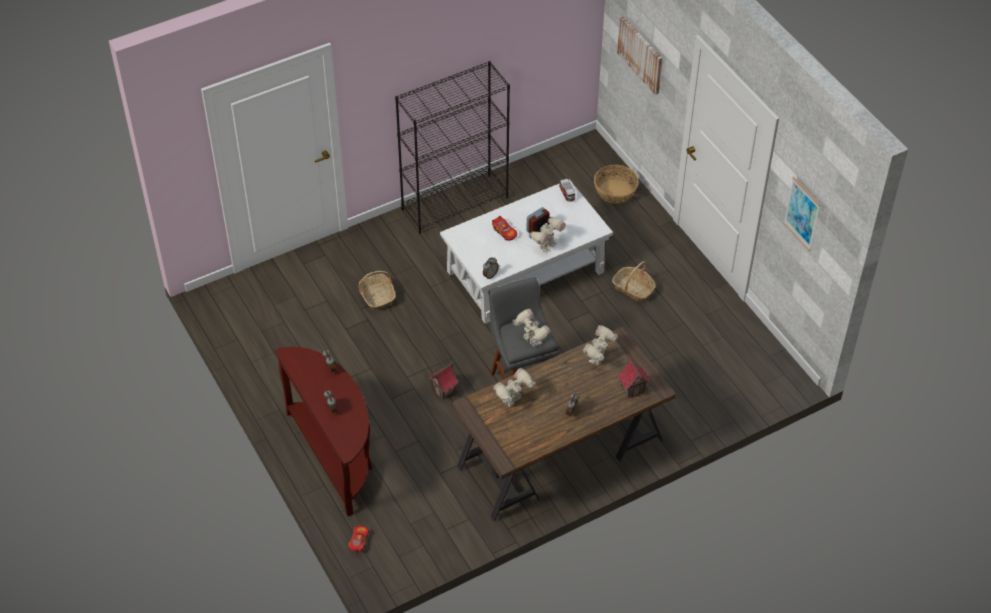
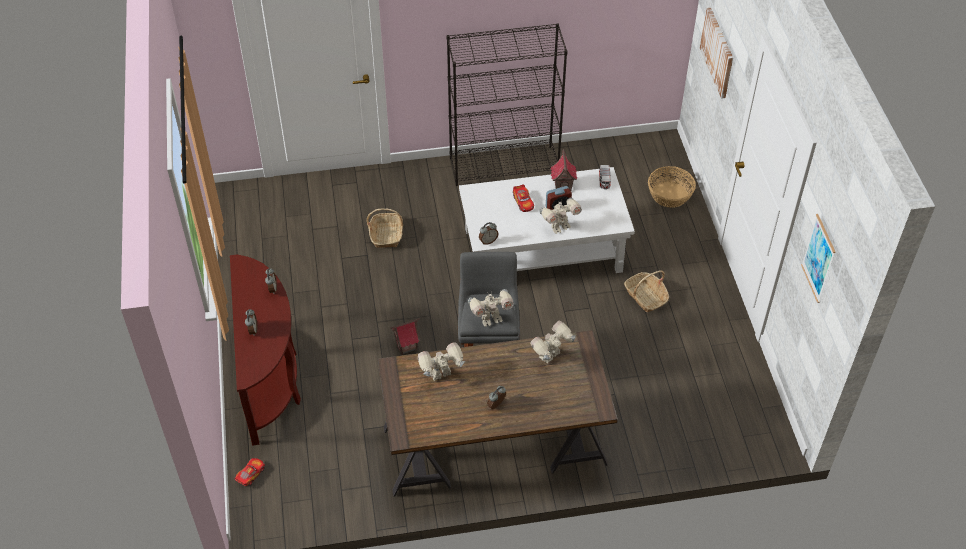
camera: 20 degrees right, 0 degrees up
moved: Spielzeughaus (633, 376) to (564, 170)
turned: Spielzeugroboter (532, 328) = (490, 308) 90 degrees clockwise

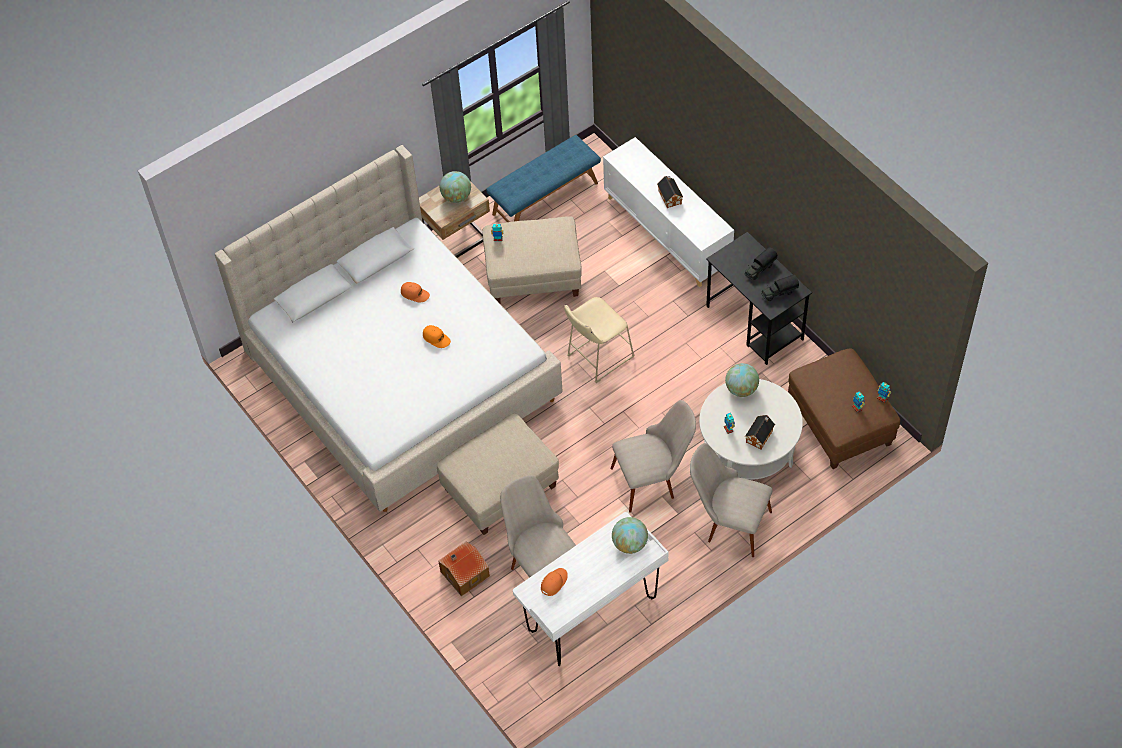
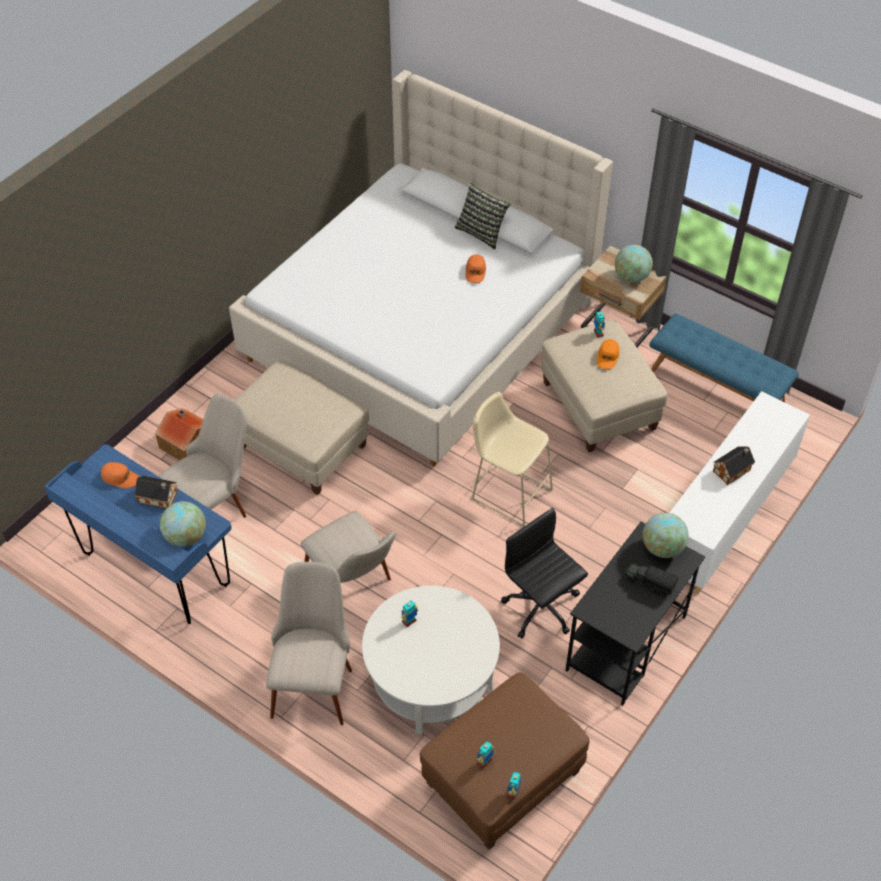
camera: 70 degrees right, 5 degrees down
removed: Spielzeuglaster (780, 287)
added: Kissen (483, 216); Bürostuhl (schwarz) (544, 573)
moved: Kappe (orange) (437, 336) to (608, 354); Globus (742, 380) to (666, 535); Spielzeughaus (760, 432) to (155, 492)
recoloured: Schreibtisch (weiß) (591, 589) to Schreibtisch (blau) (138, 534)

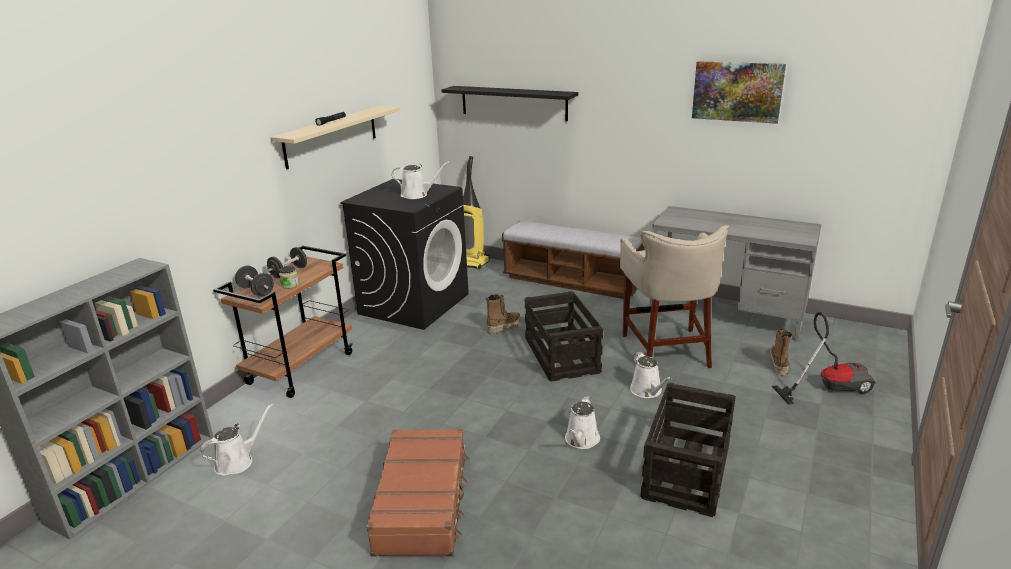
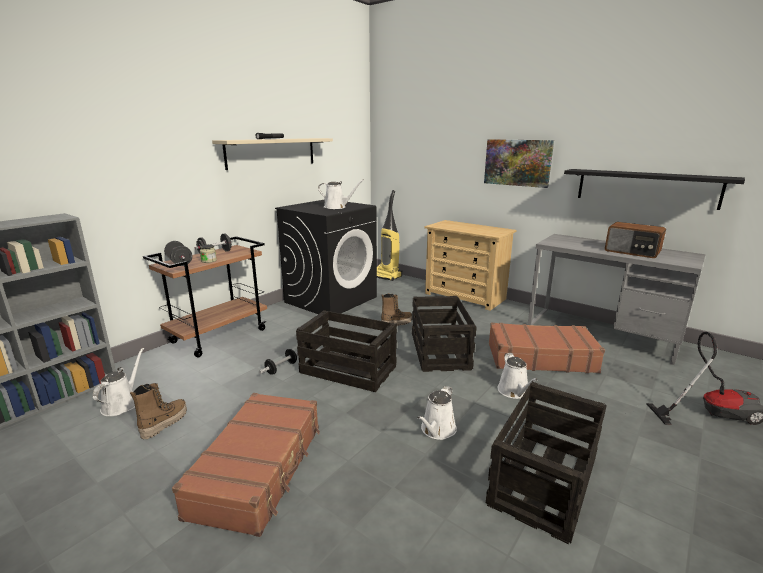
camera: 10 degrees right, 5 degrees down
added: Radio (635, 240); Kiste (346, 351); Hantel (278, 362)
moved: Bild (739, 92) to (519, 163); Wandregal (schwarz) (509, 103) to (654, 189); Stiefel (781, 352) to (158, 411)
replaced: Bank (573, 260) to Kommode (beige) (471, 265); Hocker (beige) (674, 296) to Koffer (braun) (547, 348)
turned: Gießkanne (weiß) (236, 439) = (118, 382) 45 degrees counterclockwise

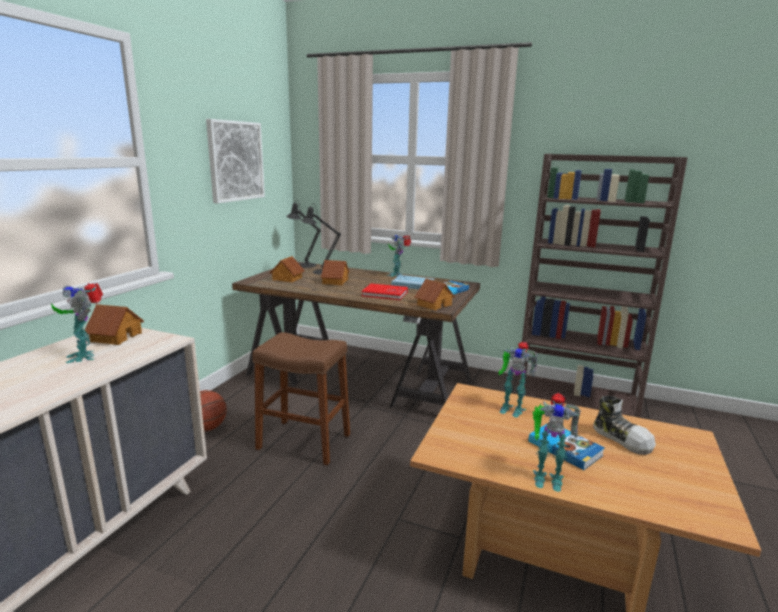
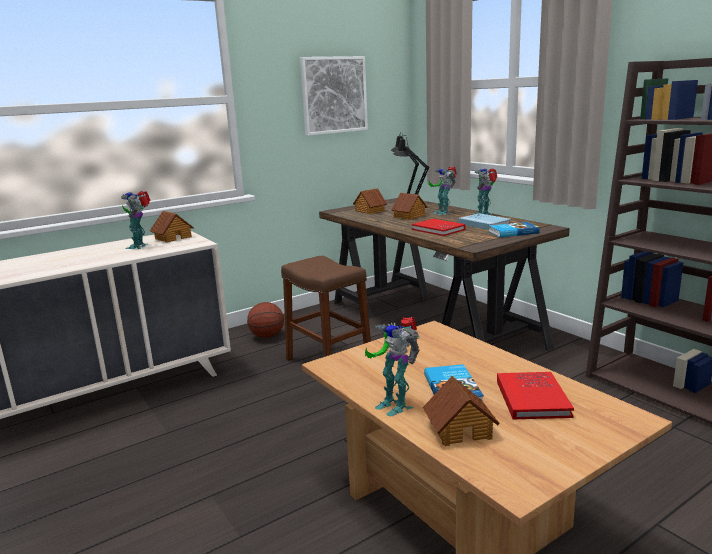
camera: 35 degrees right, 0 degrees up
moved: Spielzeughaus (434, 295) to (461, 411); Spielzeugroboter (518, 379) to (443, 191)
replaced: Schuh (625, 425) to Buch (rot) (535, 395)

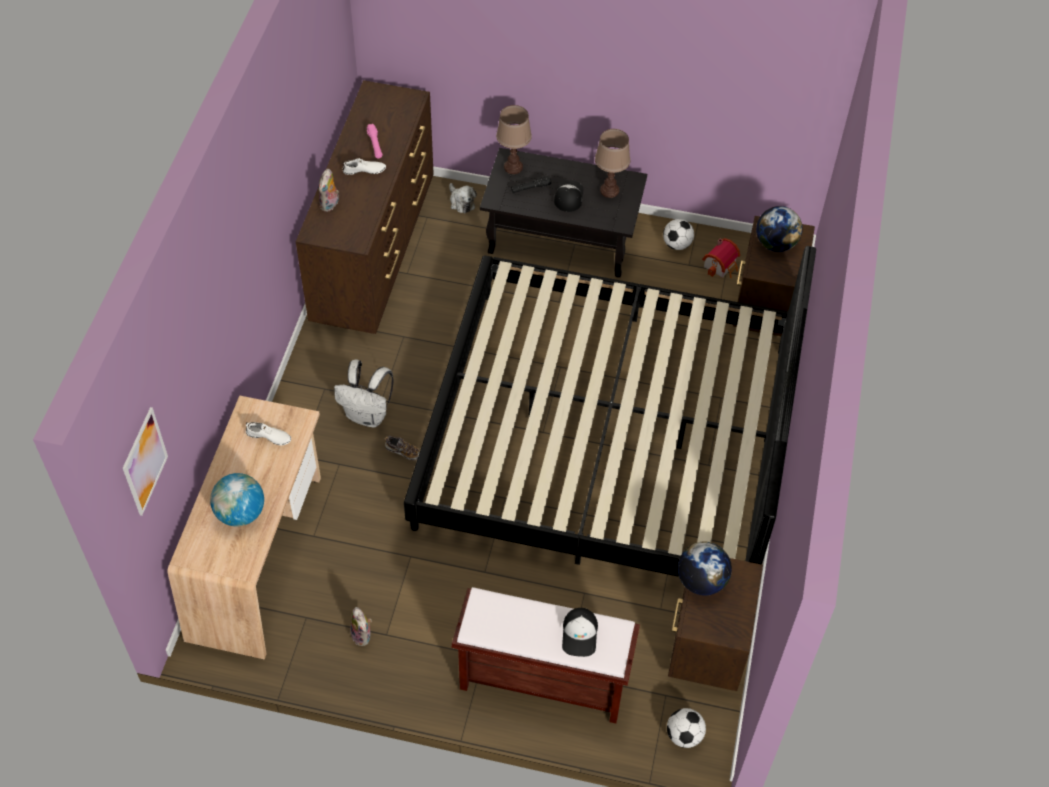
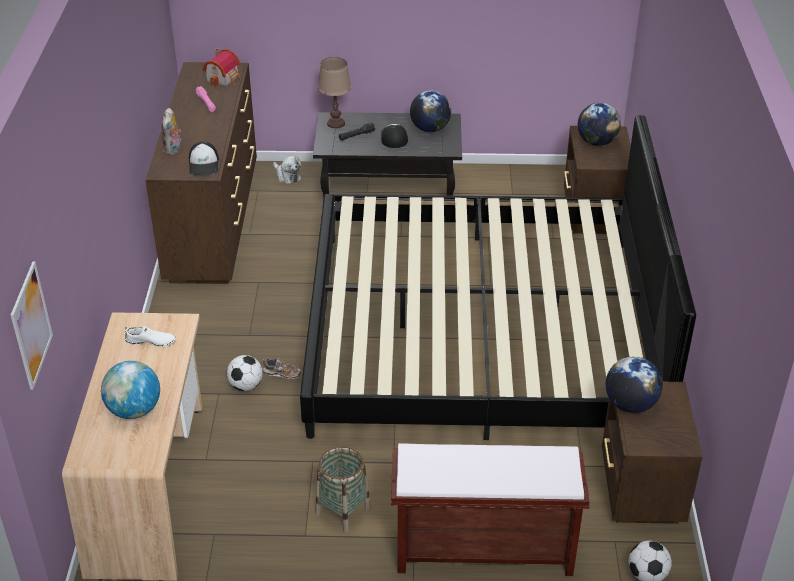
camera: 10 degrees left, 15 degrees down
removed: Schuh (weiß) (364, 166); Rucksack (weiß) (364, 394); Plüschtier (361, 626)
added: Korb (343, 489)
moved: Fußball (678, 234) to (245, 373); Spielzeughaus (721, 258) to (222, 67); Kappe (580, 632) to (204, 158)
replaced: Tischlampe (braun) (612, 163) to Globus (430, 111)

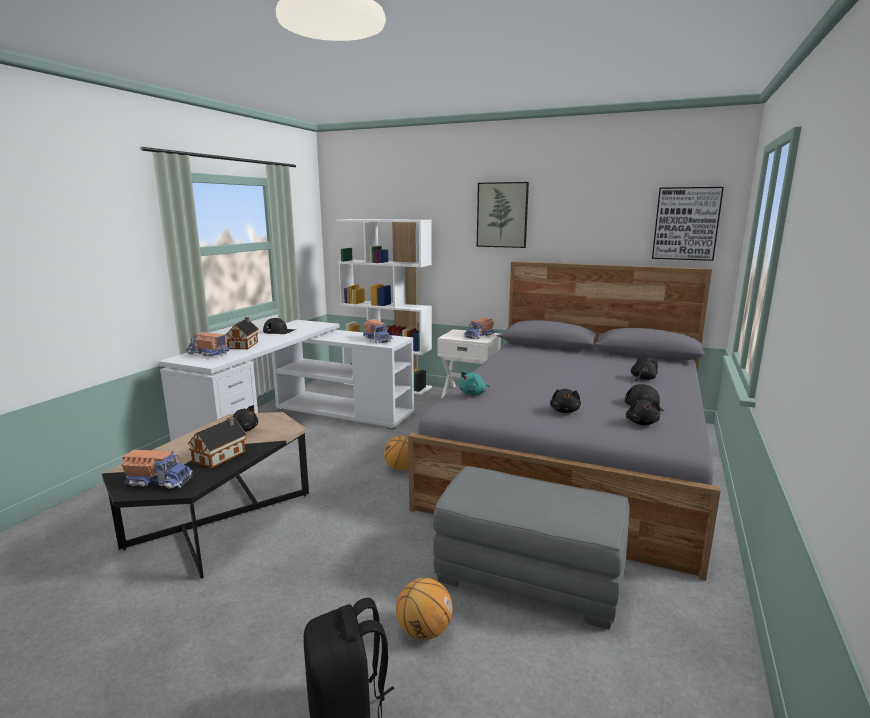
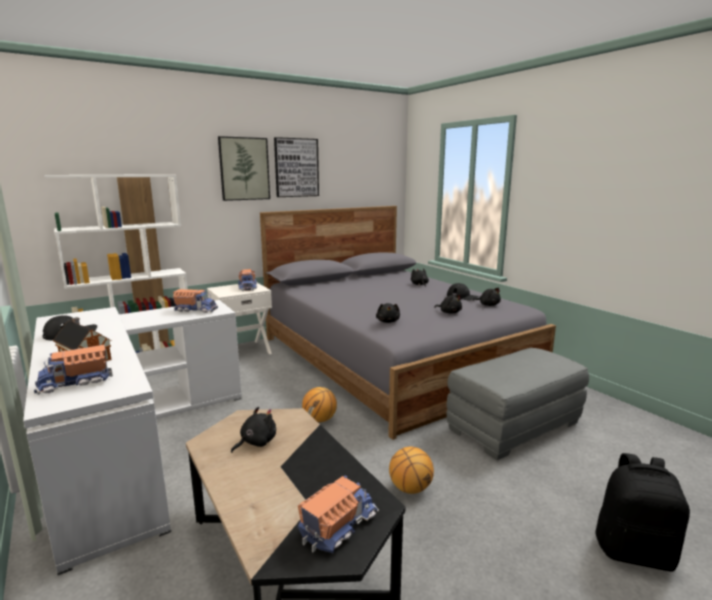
camera: 55 degrees left, 0 degrees up
removed: Spielzeughaus (217, 442)
moved: Bild (688, 224) to (296, 167); Basketball (424, 609) to (411, 470)
recoloured: Plüschtier (türkis) (474, 382) to Plüschtier (schwarz) (388, 313)

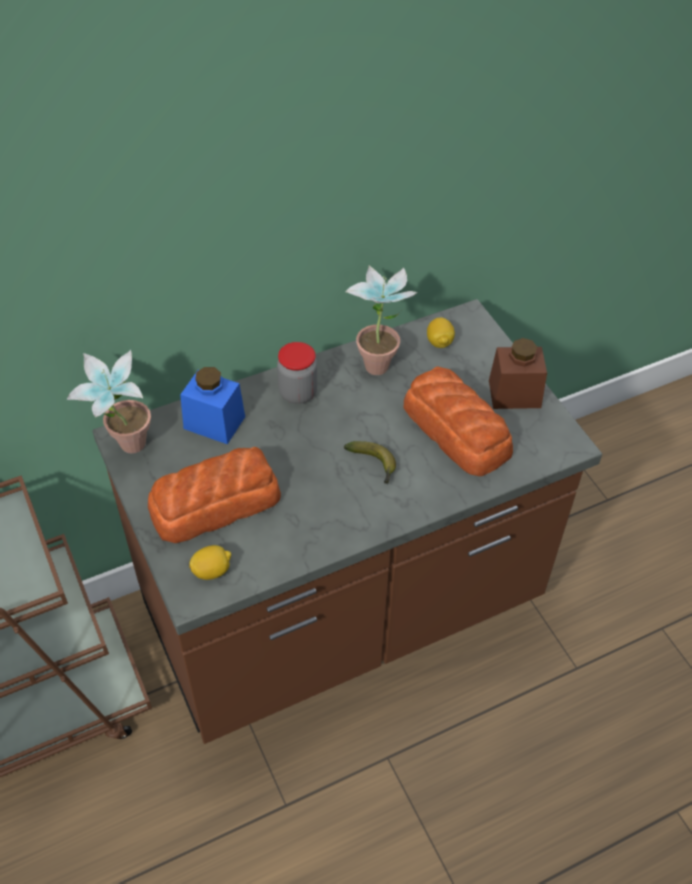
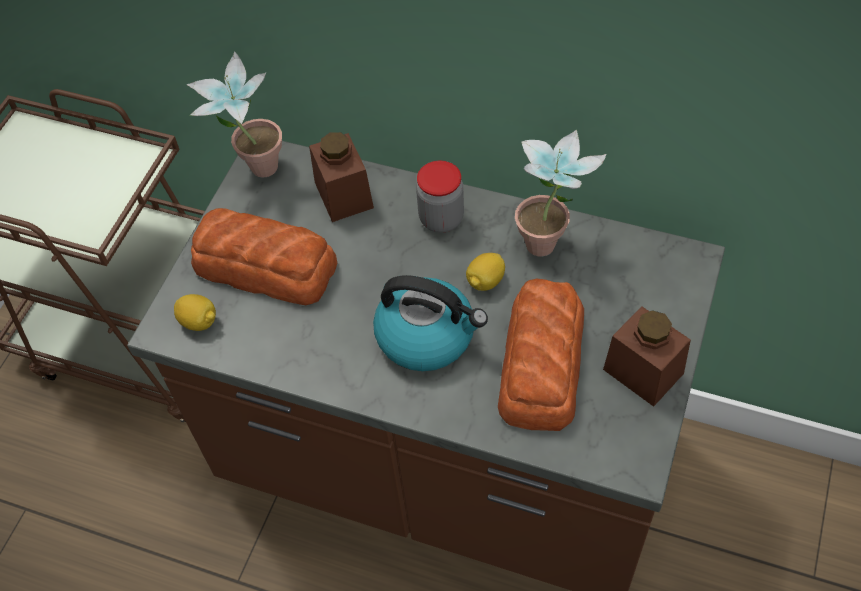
camera: 50 degrees right, 5 degrees up
moved: Zitrone (441, 332) to (485, 272)
replaced: Banane (370, 462) to Wasserkessel (430, 323)
recoloured: Vorratsglas (blau) (212, 405) to Vorratsglas (braun) (341, 177)

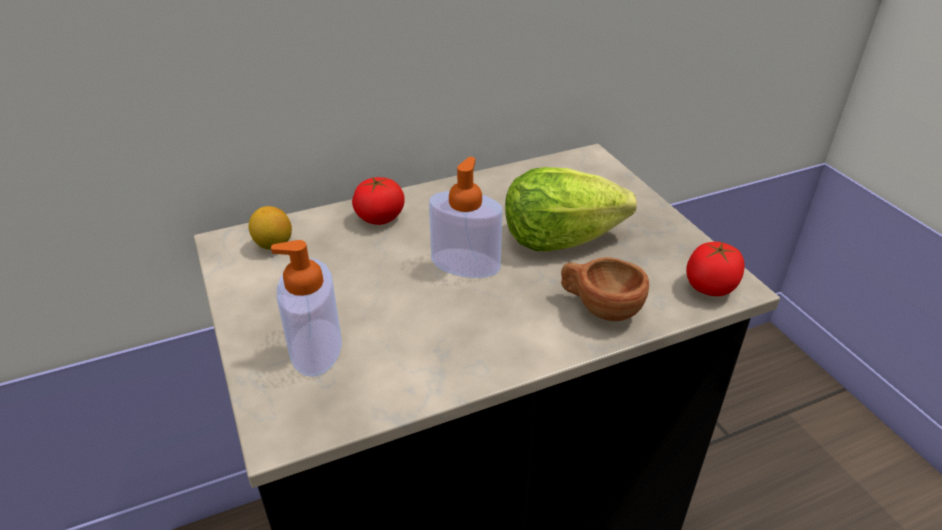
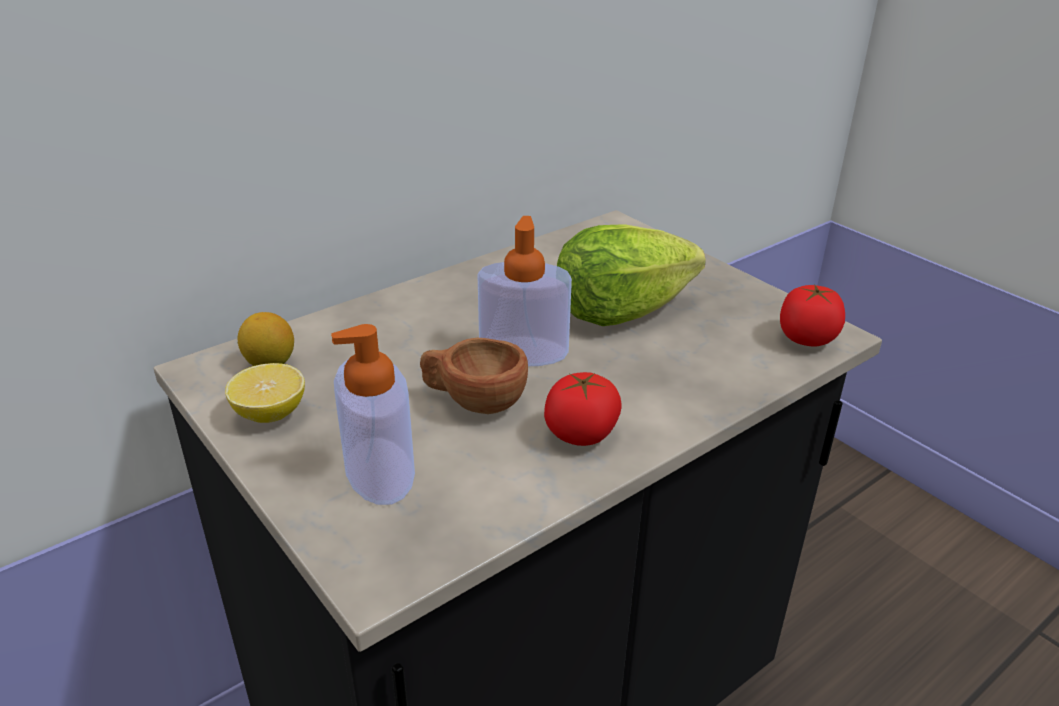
camera: 15 degrees left, 5 degrees down
added: Zitrone (265, 393)
moved: Tomate (378, 201) to (583, 409); Tasse (braun) (605, 289) to (474, 376)

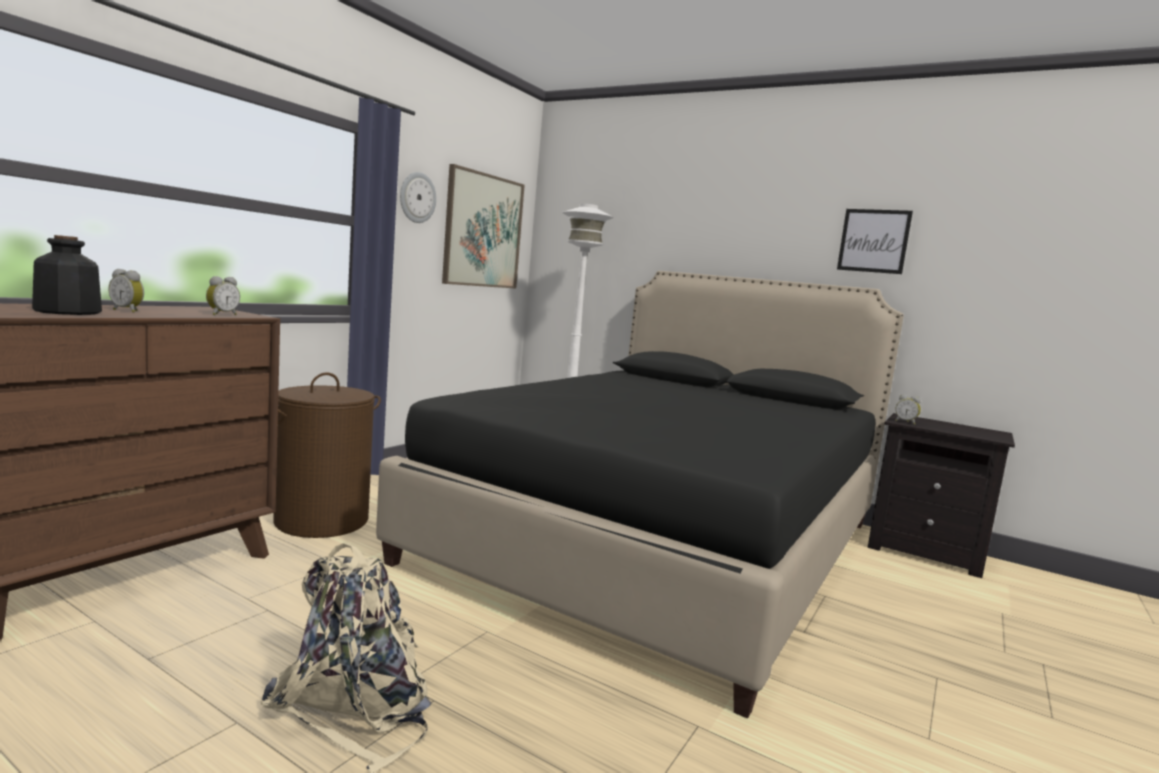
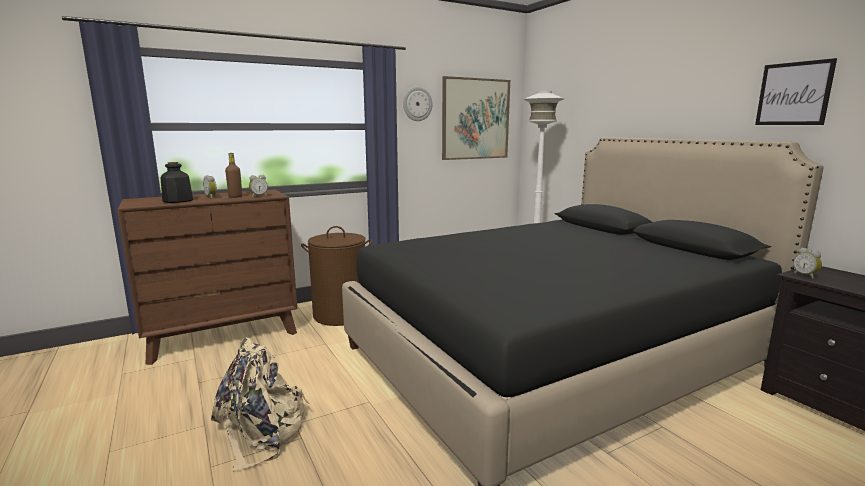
camera: 30 degrees right, 5 degrees up
added: Flasche (braun) (233, 175)

